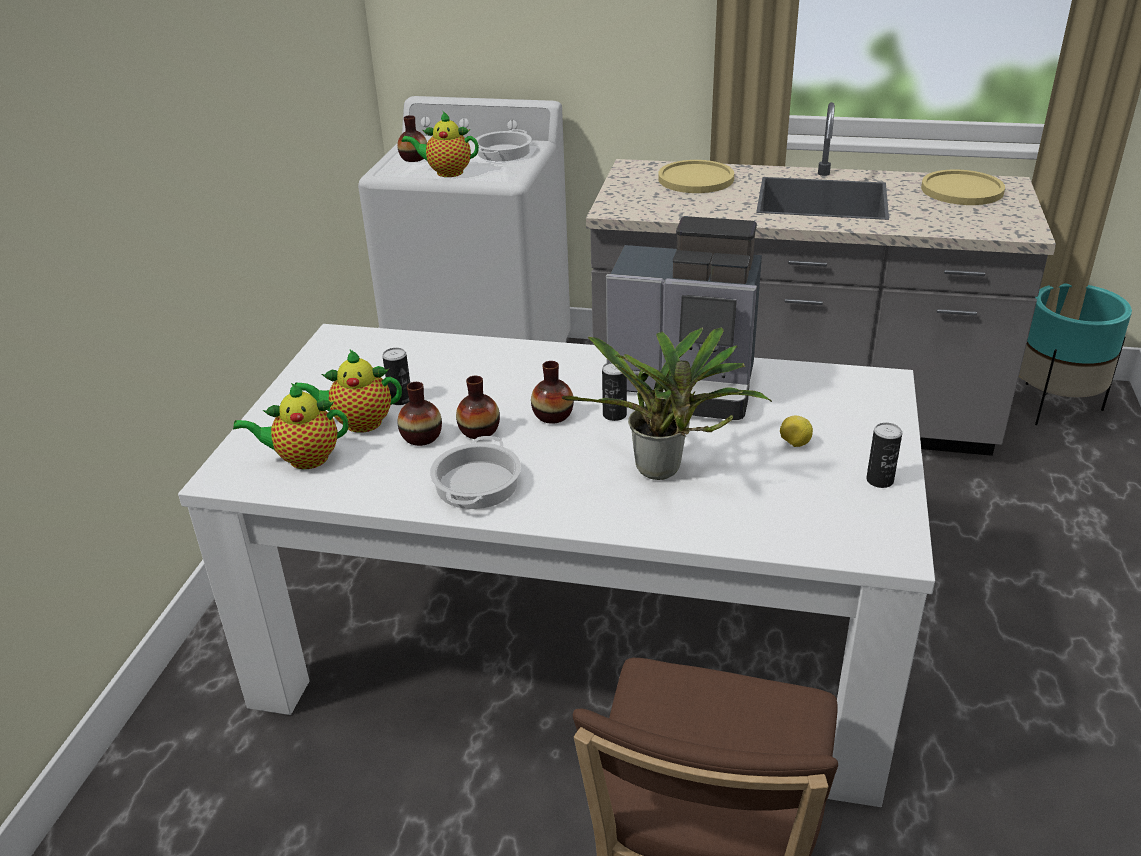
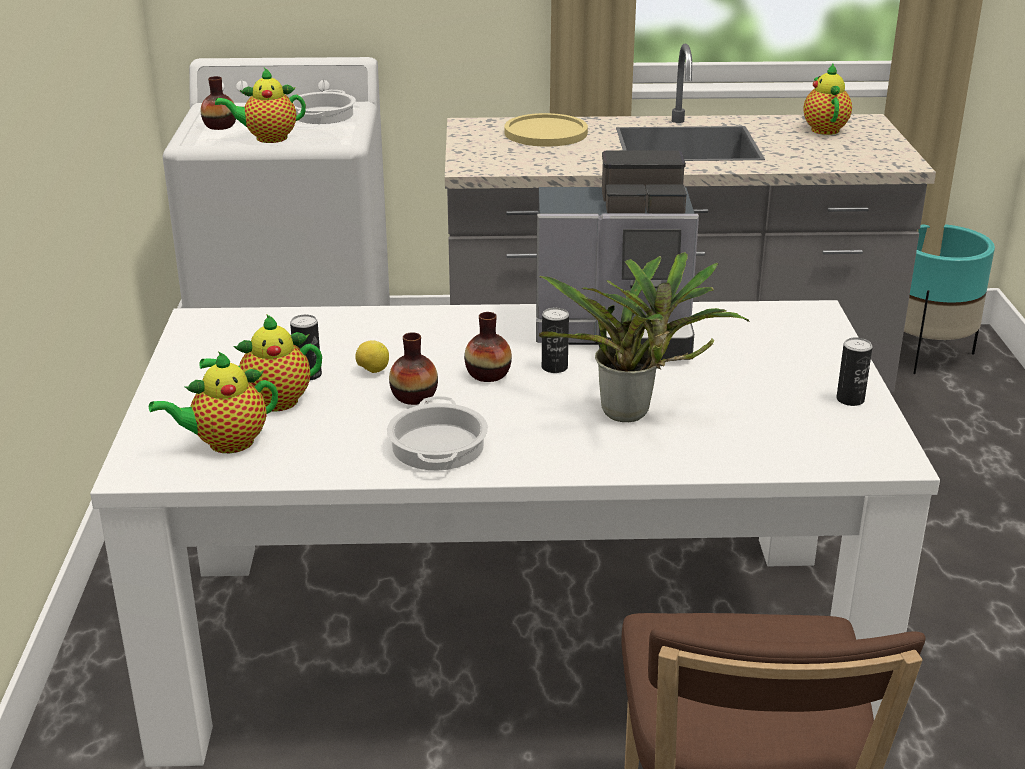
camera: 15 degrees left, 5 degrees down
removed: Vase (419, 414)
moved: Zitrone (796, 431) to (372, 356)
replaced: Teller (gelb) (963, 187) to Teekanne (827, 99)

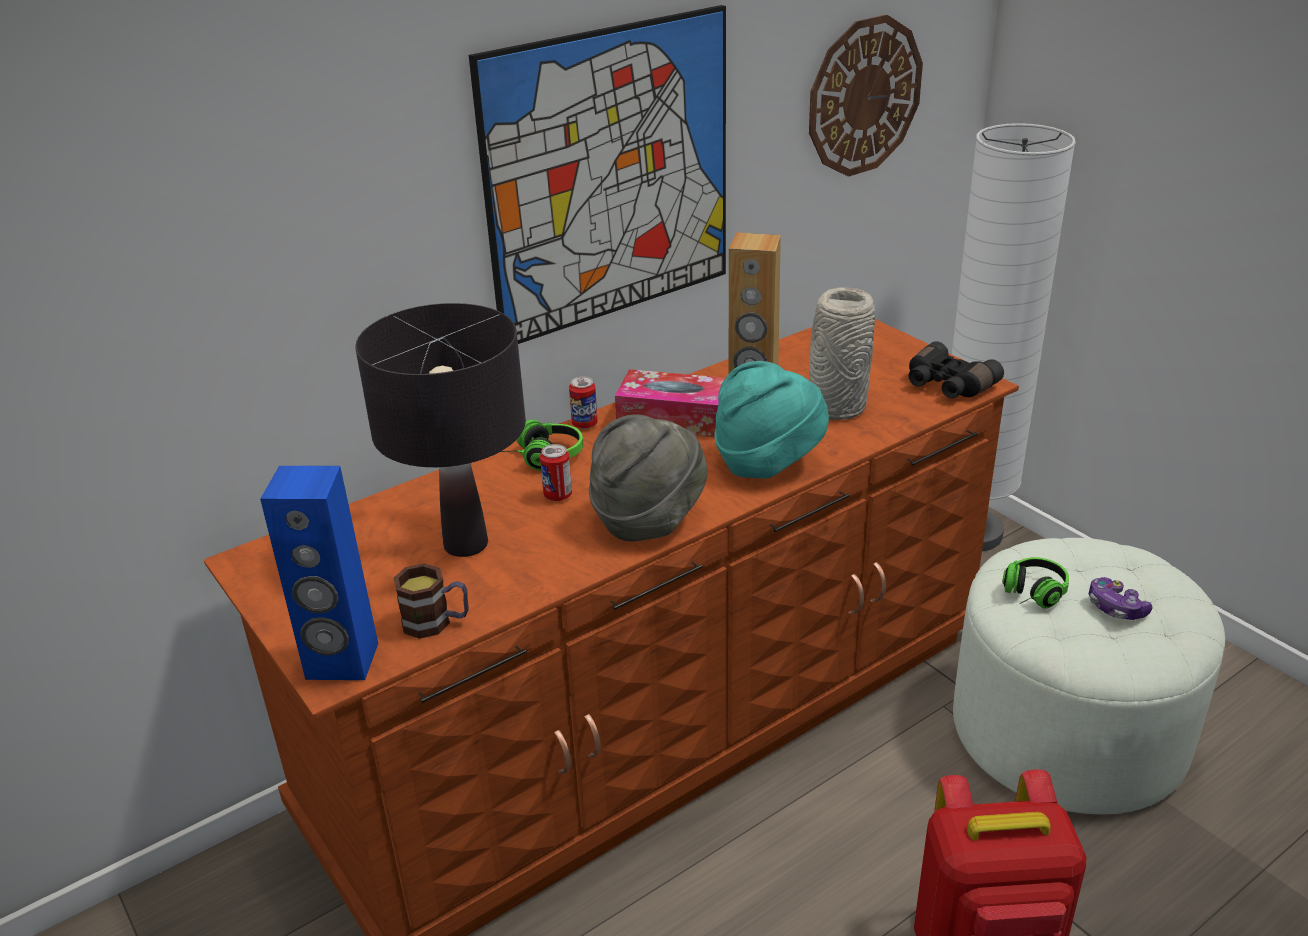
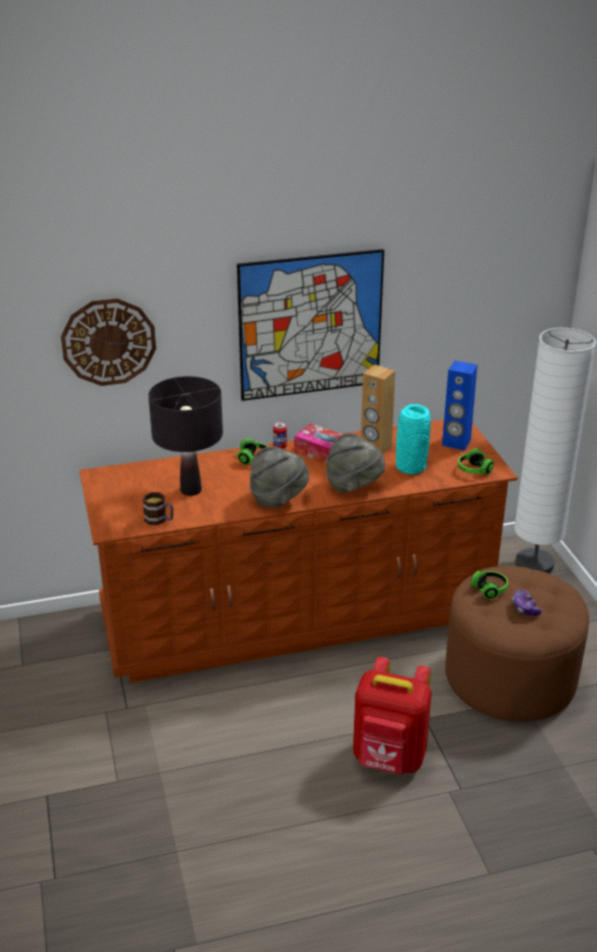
camera: 20 degrees right, 0 degrees up
removed: Dose (556, 472)
moved: Wanduhr (866, 96) to (108, 342); Lautsprecher (blau) (319, 573) to (459, 406)
replaced: Fernglas (schwarz) (956, 369) to Kopfhörer (477, 461)
recoloured: Vase (grau) (842, 353) to Vase (türkis) (413, 439); Hut (türkis) (771, 419) to Hut (grau) (355, 463); Polsterhocker (weiß) (1089, 676) to Polsterhocker (braun) (517, 644)

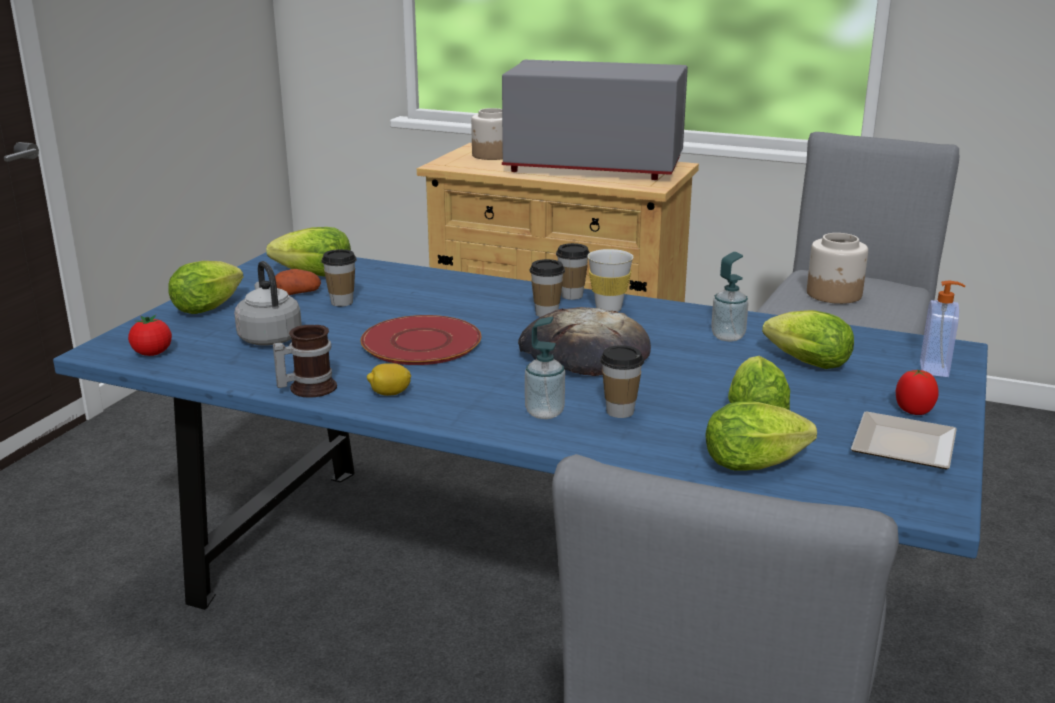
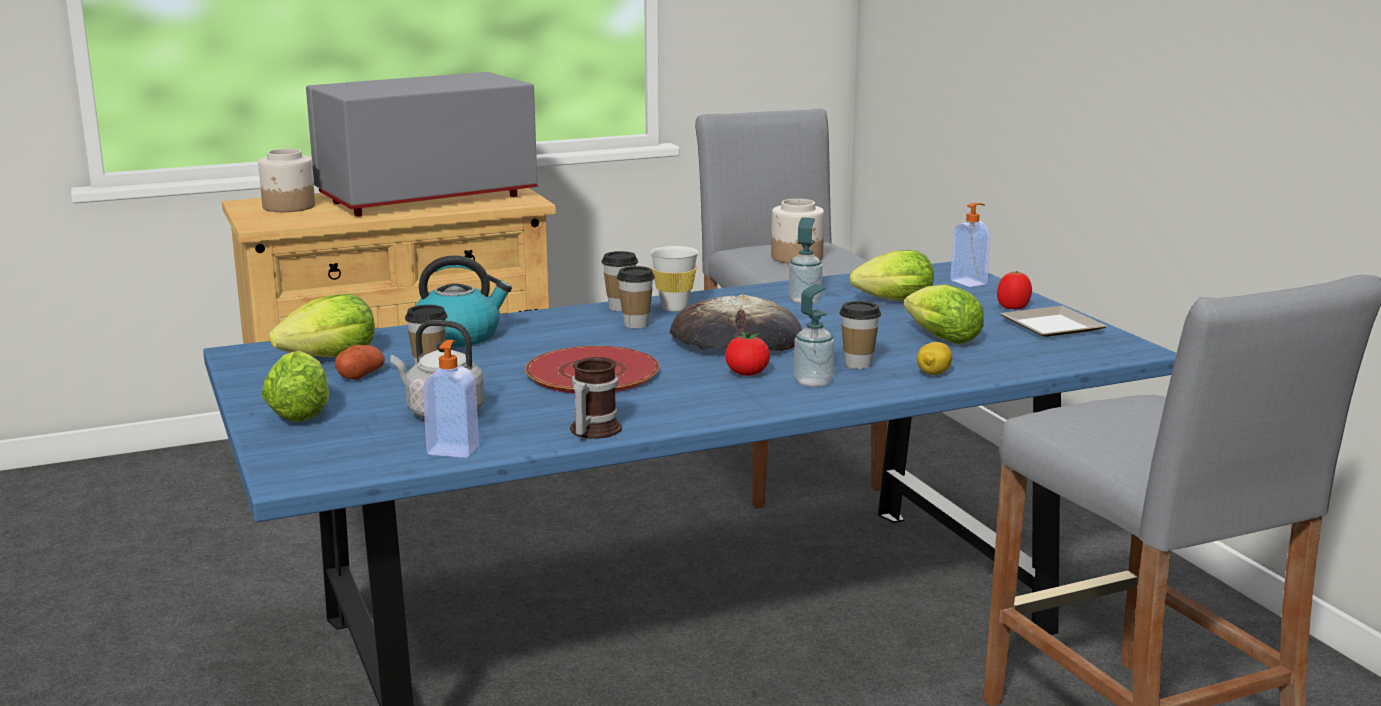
camera: 45 degrees left, 5 degrees down
removed: Salatkopf (761, 436)
added: Wasserkessel (464, 301); Seifenspender (451, 399)
moved: Tomate (150, 335) to (747, 353); Zitrone (389, 379) to (934, 358)

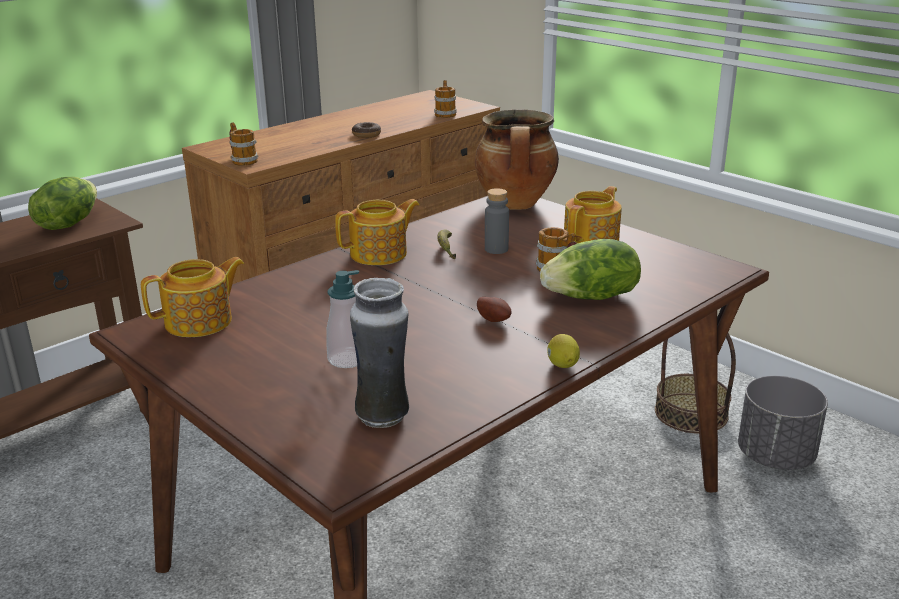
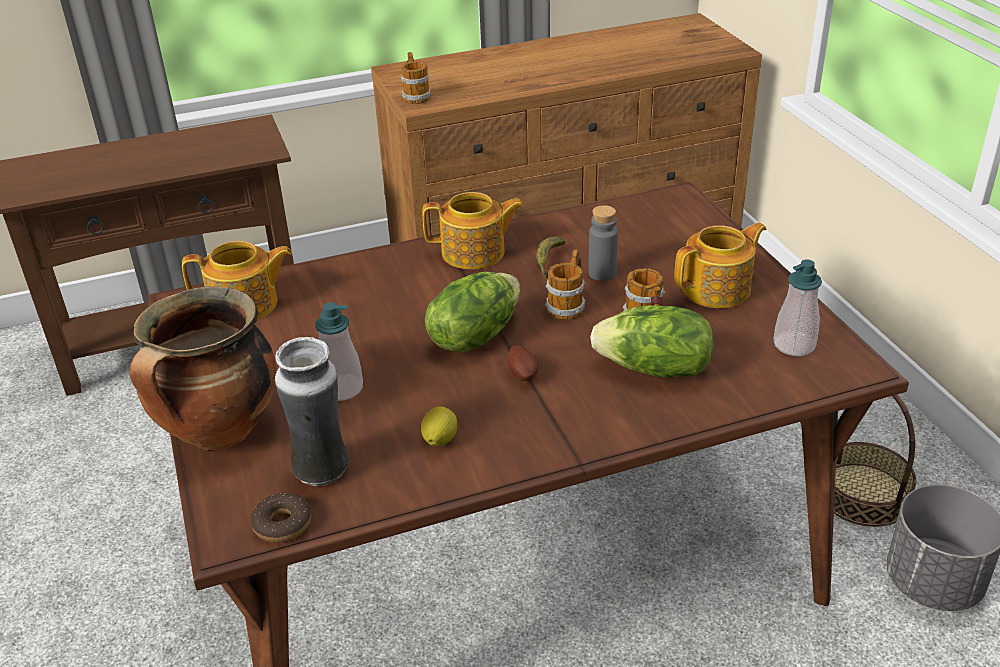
camera: 25 degrees right, 10 degrees up
added: Seifenspender (797, 307)
moved: Henkelbecher (445, 99) to (565, 284); Kochtopf (517, 159) to (203, 368); Donut (366, 130) to (281, 518); Salatkopf (62, 203) to (472, 312); Zitrone (563, 351) to (439, 426)

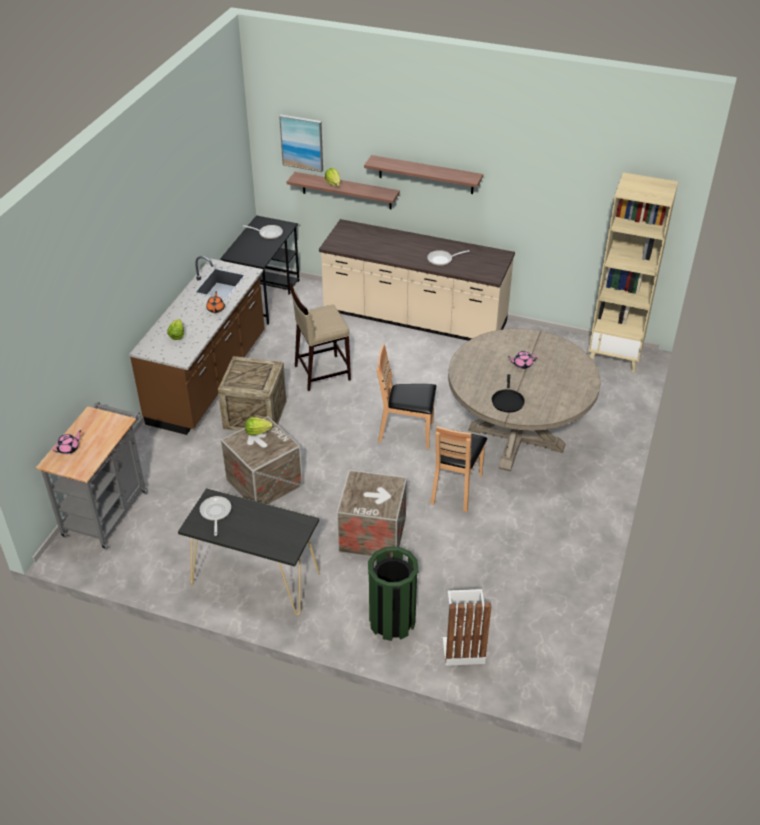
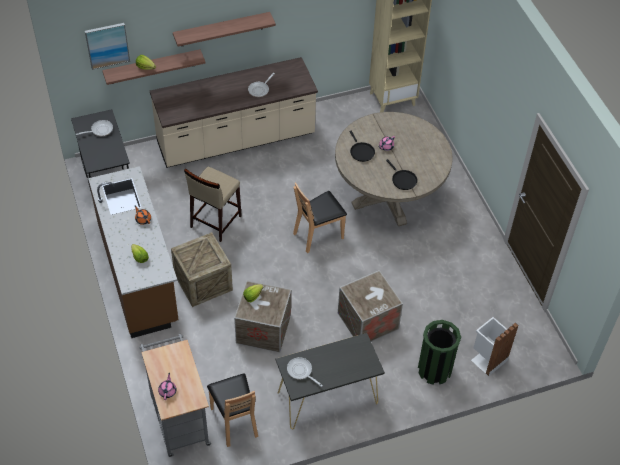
camera: 40 degrees left, 10 degrees up
added: Pfanne (schwarz) (362, 146)
moved: Stuhl (braun) (458, 469) to (232, 410)

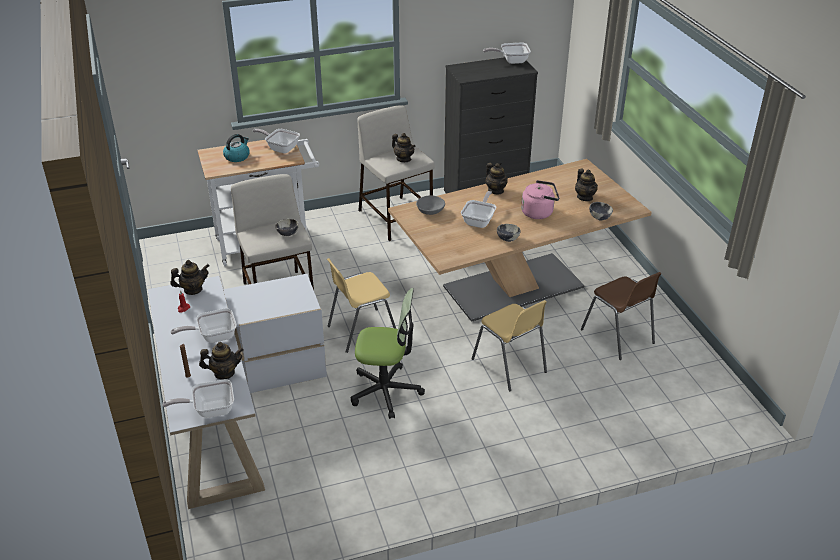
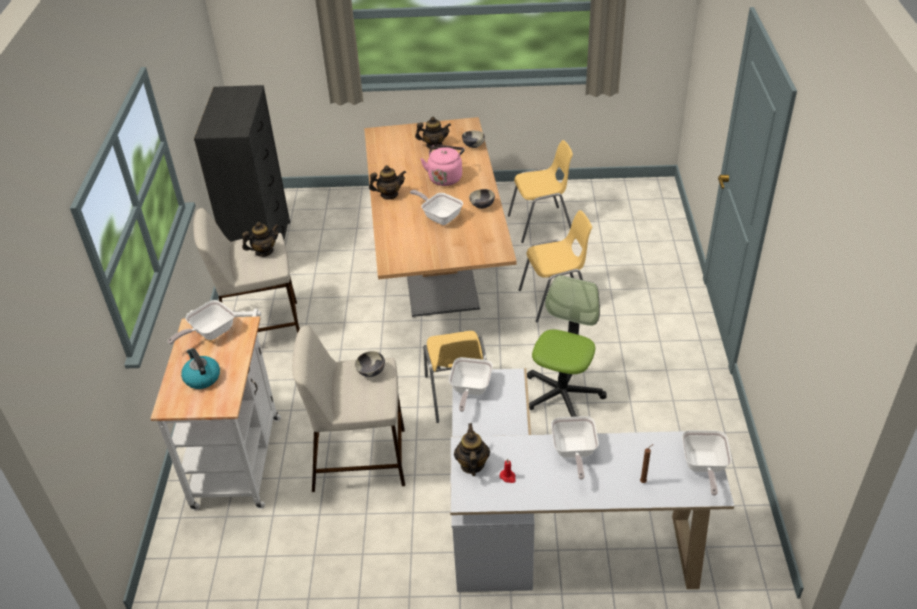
camera: 70 degrees left, 5 degrees up
removed: Schüssel (grau) (430, 205); Teekanne (221, 361)
moved: Pfanne (507, 53) to (471, 384)
recoloured: Stuhl (braun) (621, 316) to Stuhl (gelb) (540, 191)

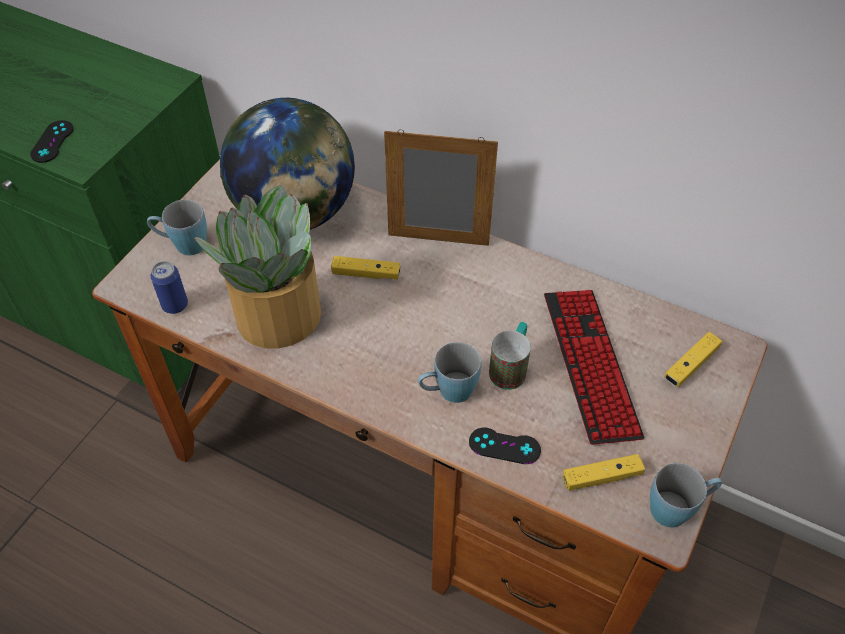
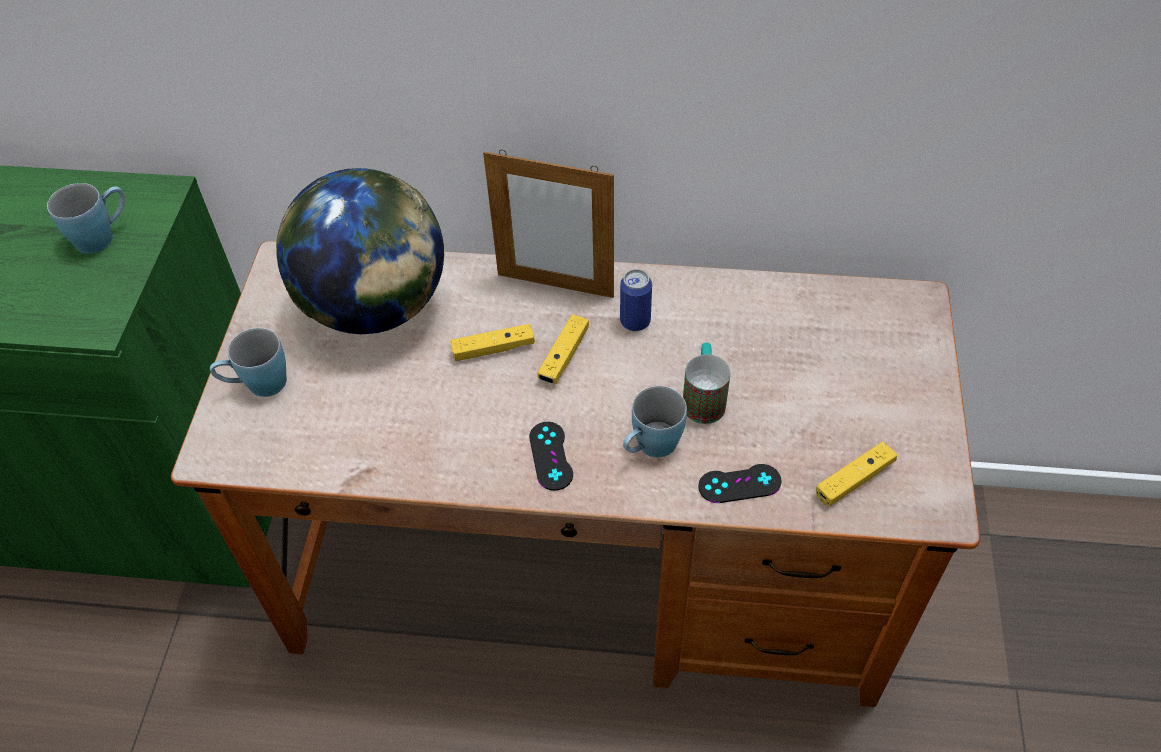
camera: 20 degrees left, 0 degrees up
removed: Topfpflanze (257, 267); Tastatur (594, 367)
moved: Gamepad (schwarz) (52, 141) to (551, 456); Dose (169, 287) to (636, 300); Gamepad (gelb) (693, 359) to (563, 349); Henkelbecher (blau) (686, 495) to (86, 218)
turned: Bilderrahmen (441, 187) = (548, 224) 150 degrees counterclockwise

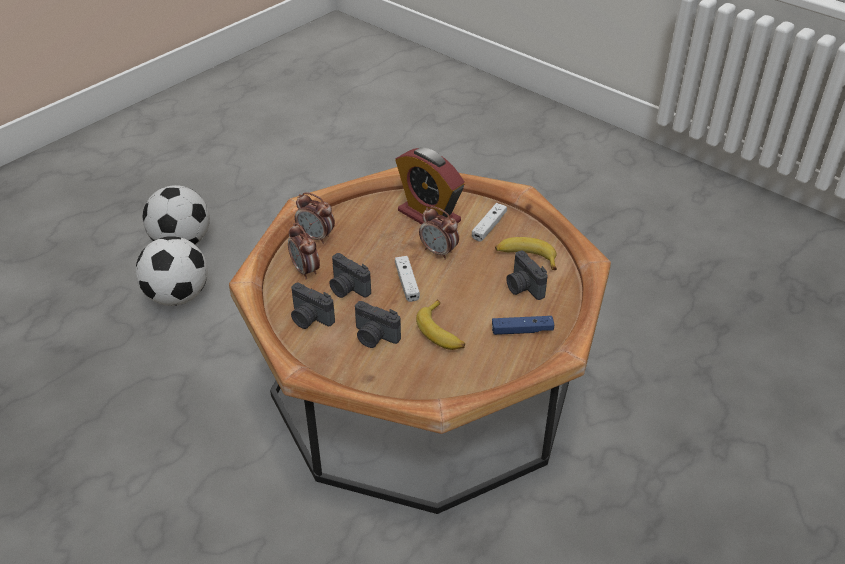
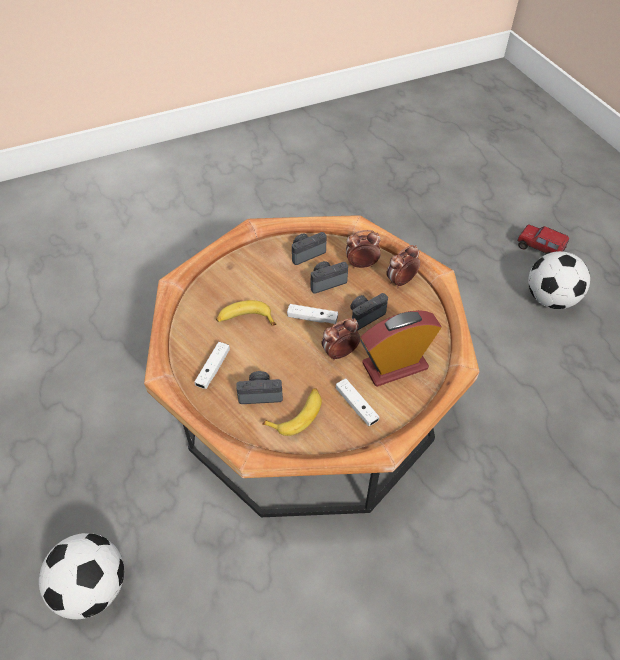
camera: 115 degrees right, 10 degrees up
added: Spielzeuglaster (543, 239)
moved: Fußball (172, 271) to (81, 576); Kamera (378, 324) to (369, 312)
recoloured: Gamepad (blau) (523, 325) to Gamepad (weiß) (212, 365)

